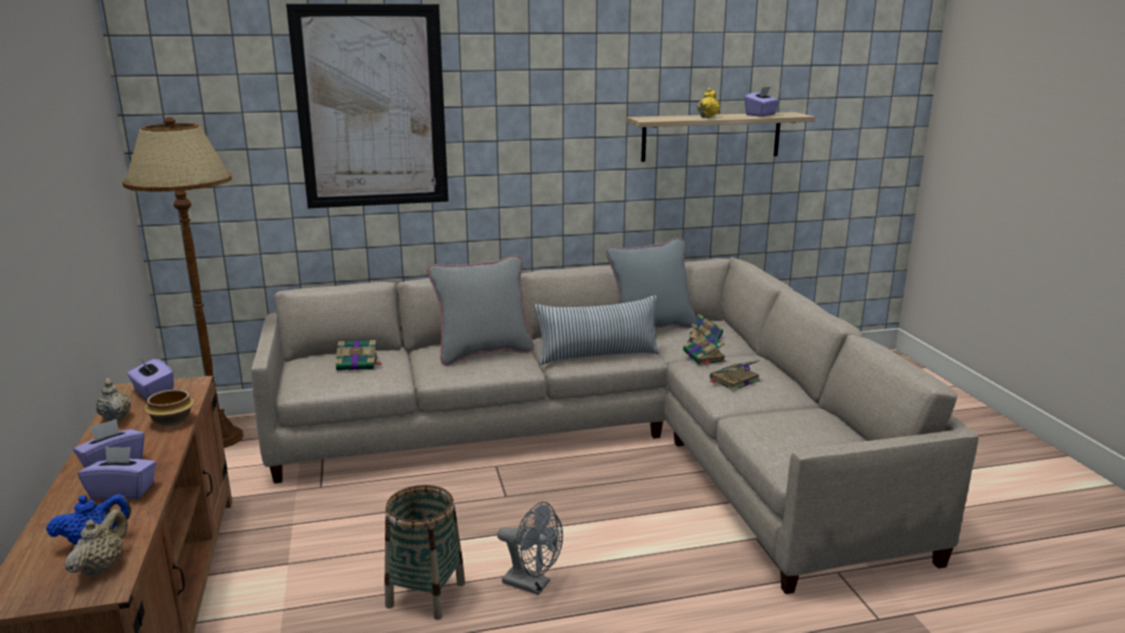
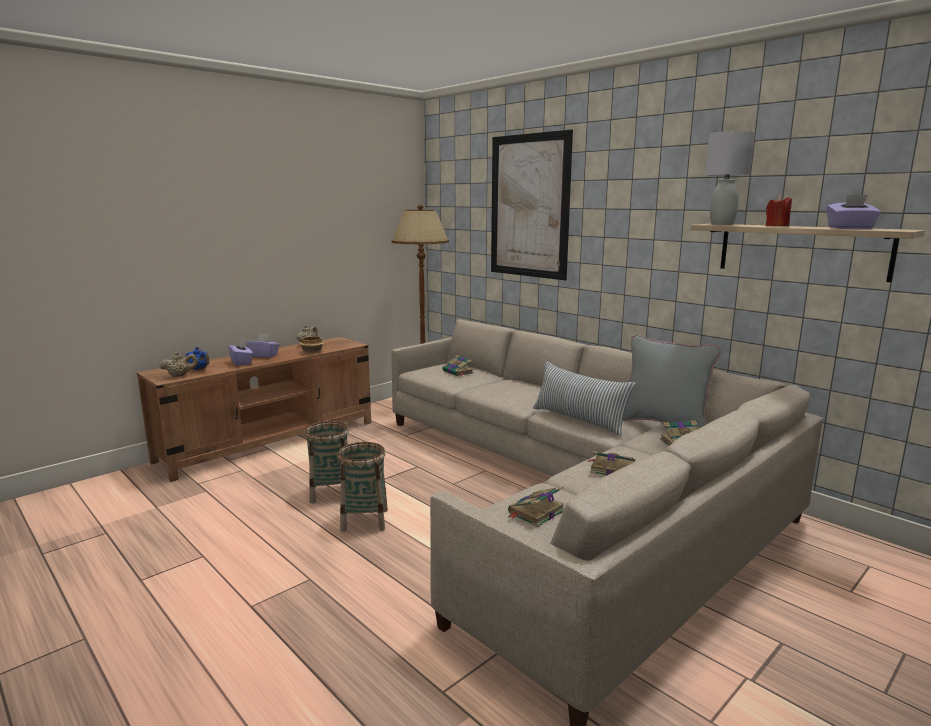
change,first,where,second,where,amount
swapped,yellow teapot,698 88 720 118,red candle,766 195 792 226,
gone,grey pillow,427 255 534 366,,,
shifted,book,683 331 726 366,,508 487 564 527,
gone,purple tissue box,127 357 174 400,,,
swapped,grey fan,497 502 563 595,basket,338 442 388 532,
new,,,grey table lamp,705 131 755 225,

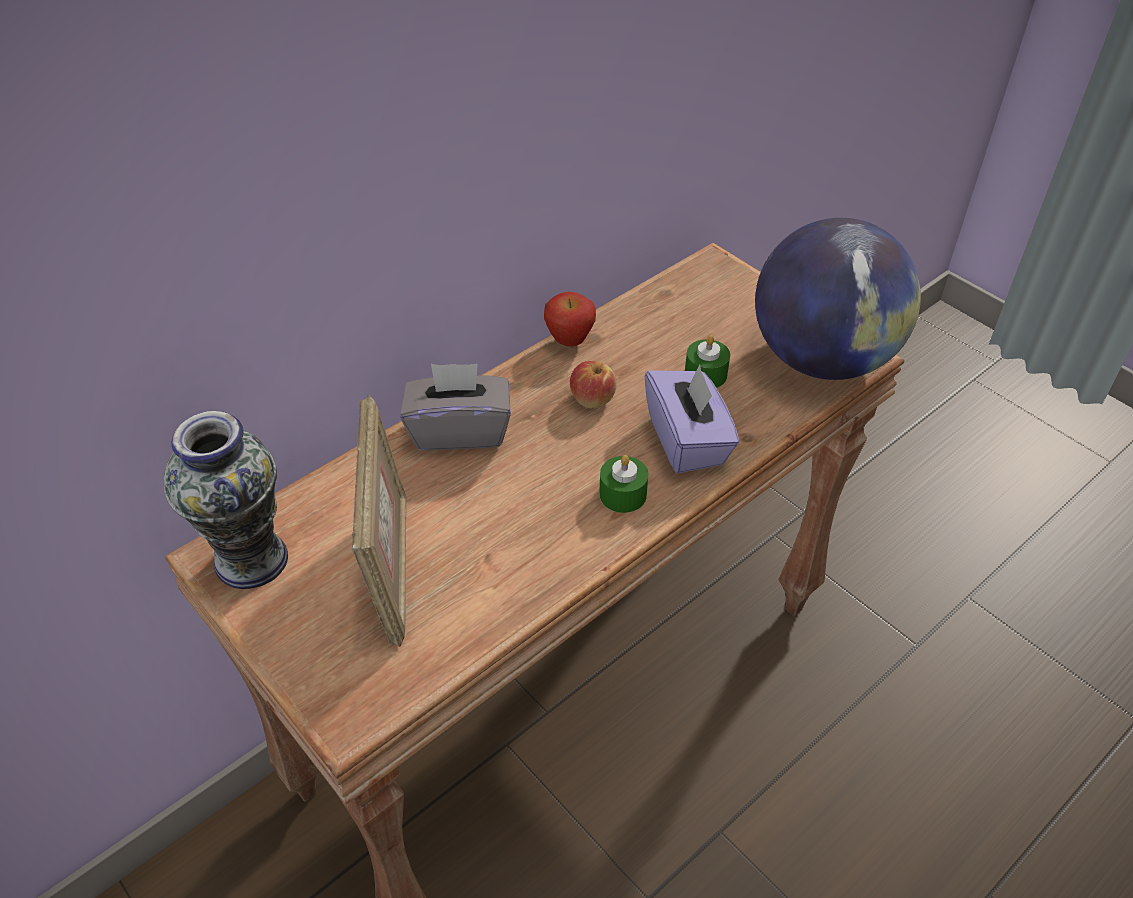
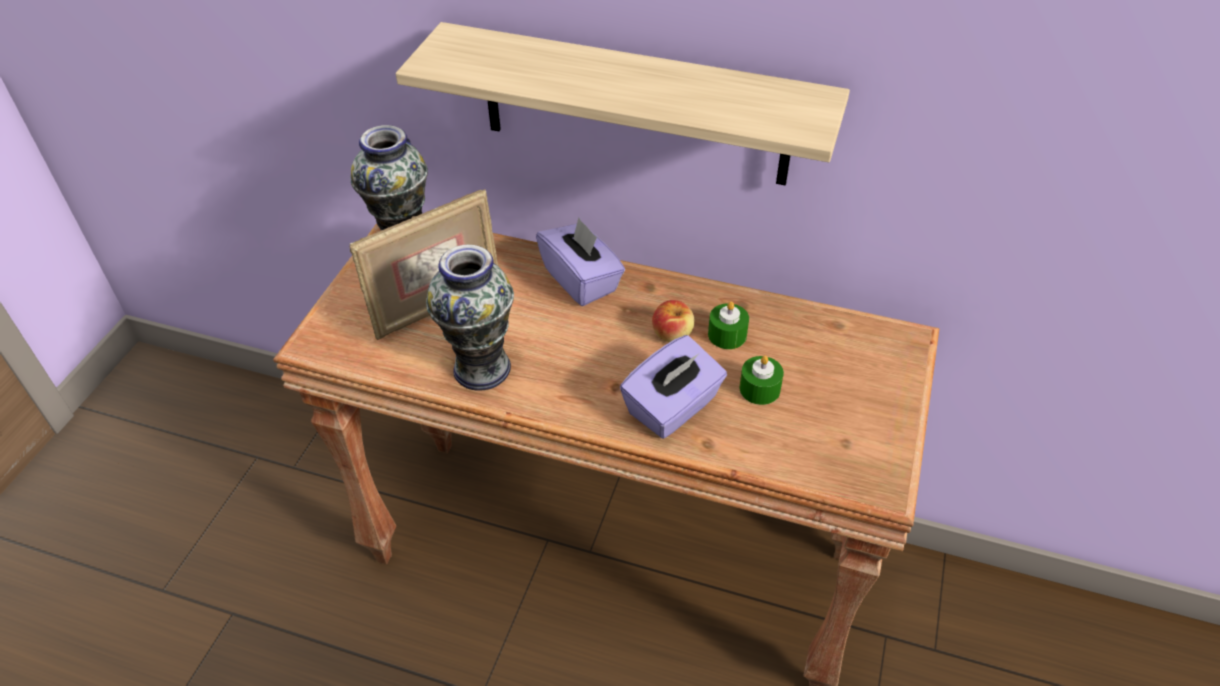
change,first,where,second,where,amount
gone,globe,755 218 921 380,,,
gone,apple,544 292 596 346,,,
repainted,grey tissue box,400 364 511 451,purple tissue box,536 217 625 306,
shifted,green candle,599 455 649 513,,708 301 749 349,
new,,,shelf,396 22 850 186,
new,,,vase,426 245 514 391,

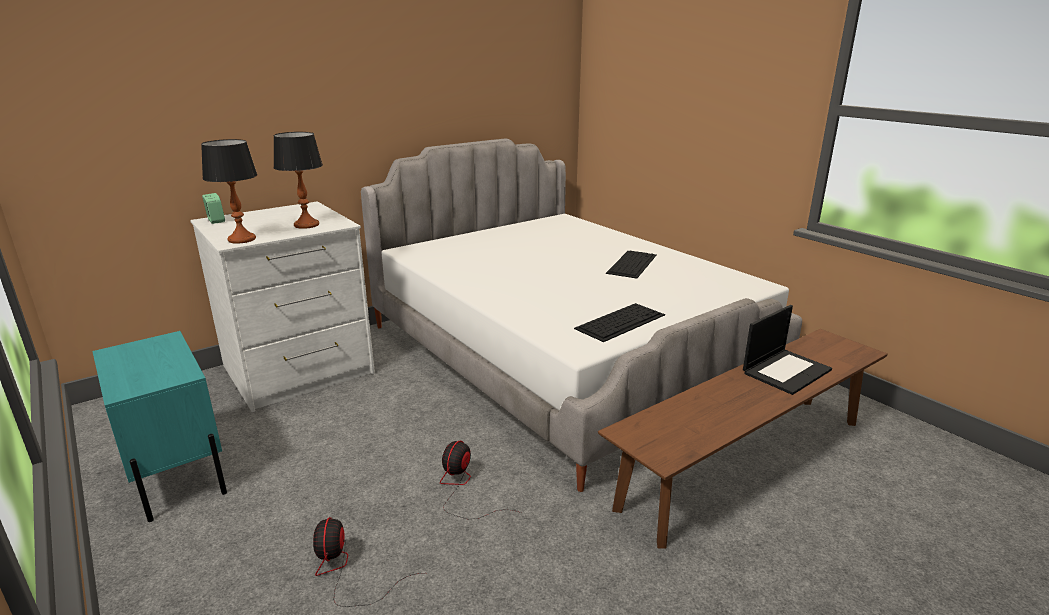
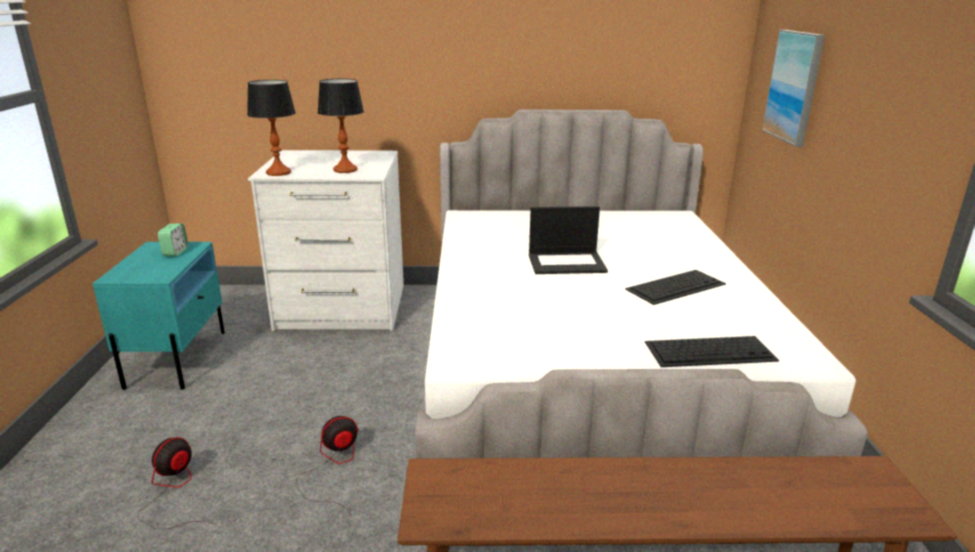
change,first,where,second,where,amount
shifted,alarm clock,202 193 225 224,,158 224 188 256,
shifted,keyboard,574 303 665 342,,645 336 779 367,
shifted,laptop,743 305 832 395,,529 206 608 274,
new,,,picture,762 30 825 147,

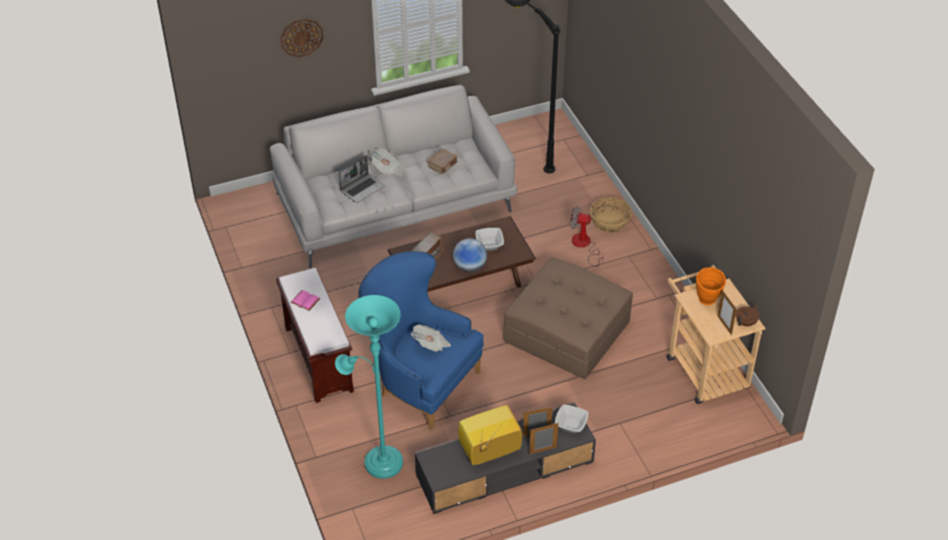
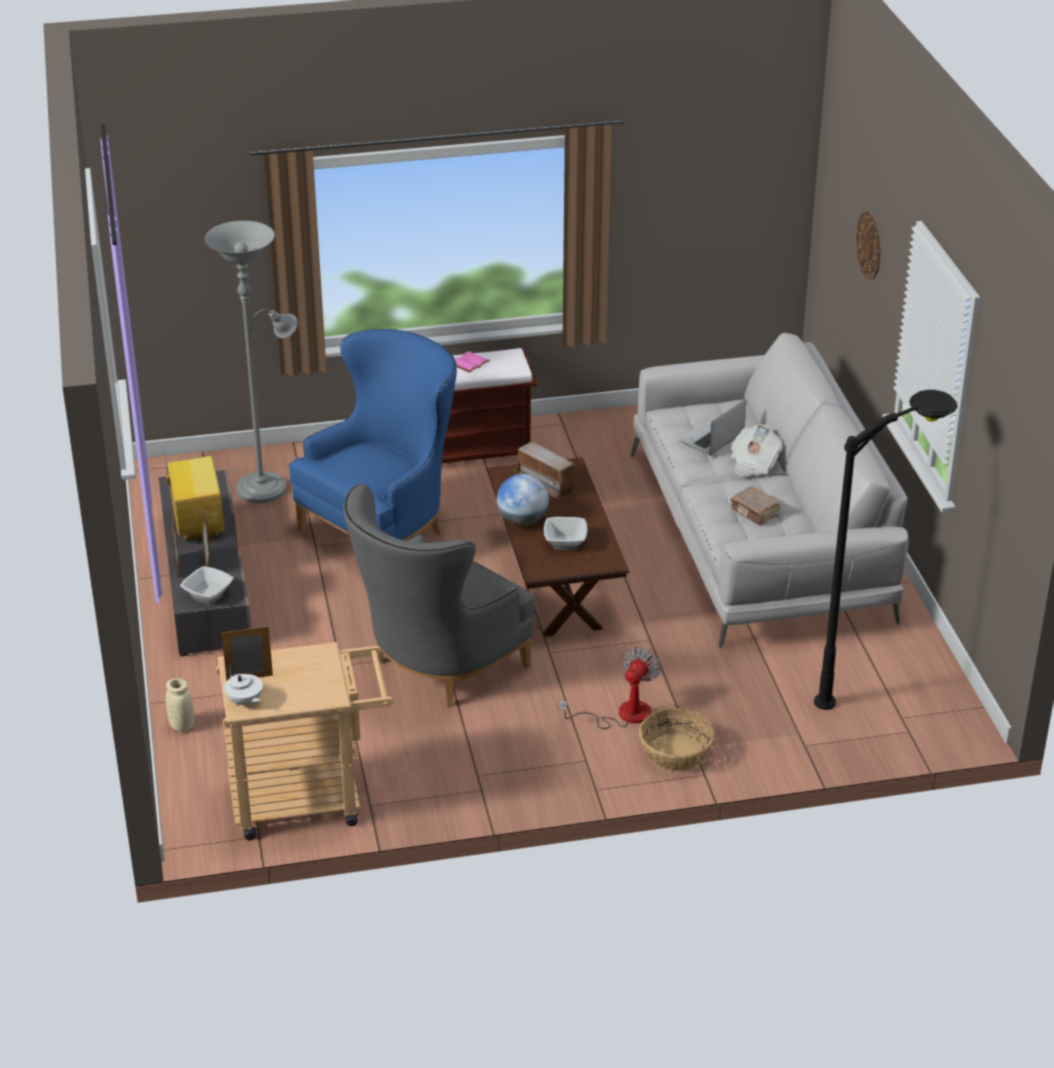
change,first,where,second,where,amount
rotated,laptop,338 155 385 203,,679 400 746 455,75 degrees clockwise
swapped,brown ottoman,504 258 633 379,grey armchair,343 484 535 707,
gone,orange vase,696 267 726 305,,,
repainted,turquoise floor lamp,335 295 403 479,grey floor lamp,205 221 298 504,
repainted,brown teapot,736 305 759 326,white teapot,224 665 263 707,
gone,newspaper,411 324 451 352,,,
new,,,beige vase,166 678 194 732,

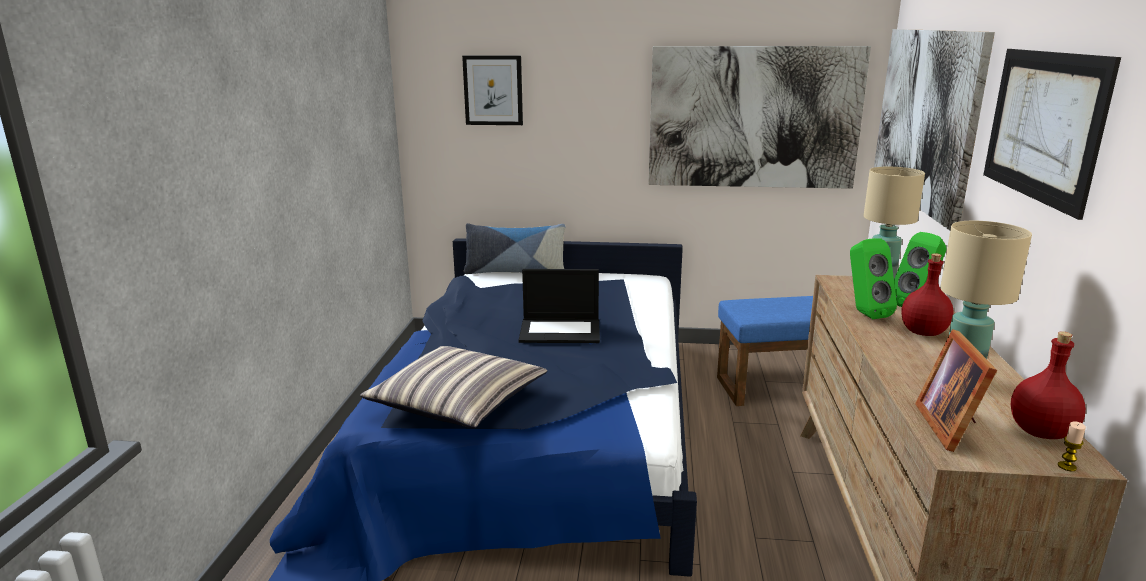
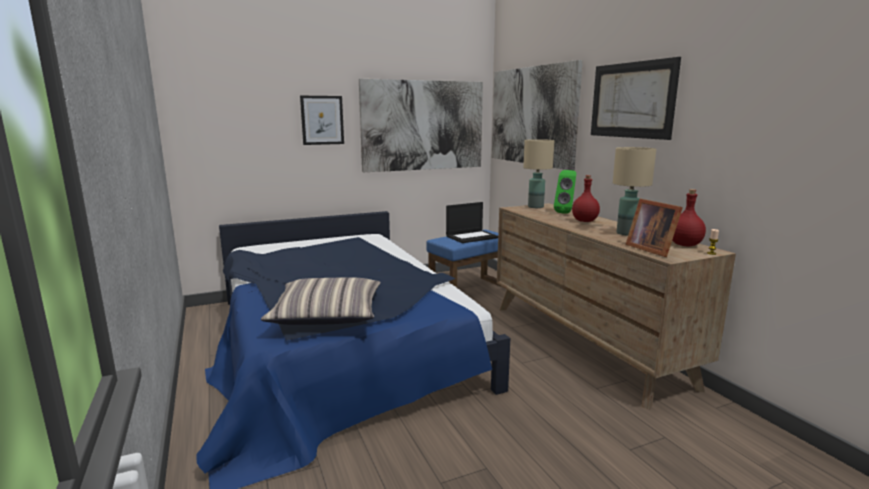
change,first,where,second,where,amount
shifted,picture,462 56 523 125,,300 96 344 145,
gone,pillow,464 223 566 274,,,
gone,green speaker,850 238 897 319,,,
shifted,laptop,518 269 600 343,,446 202 498 243,

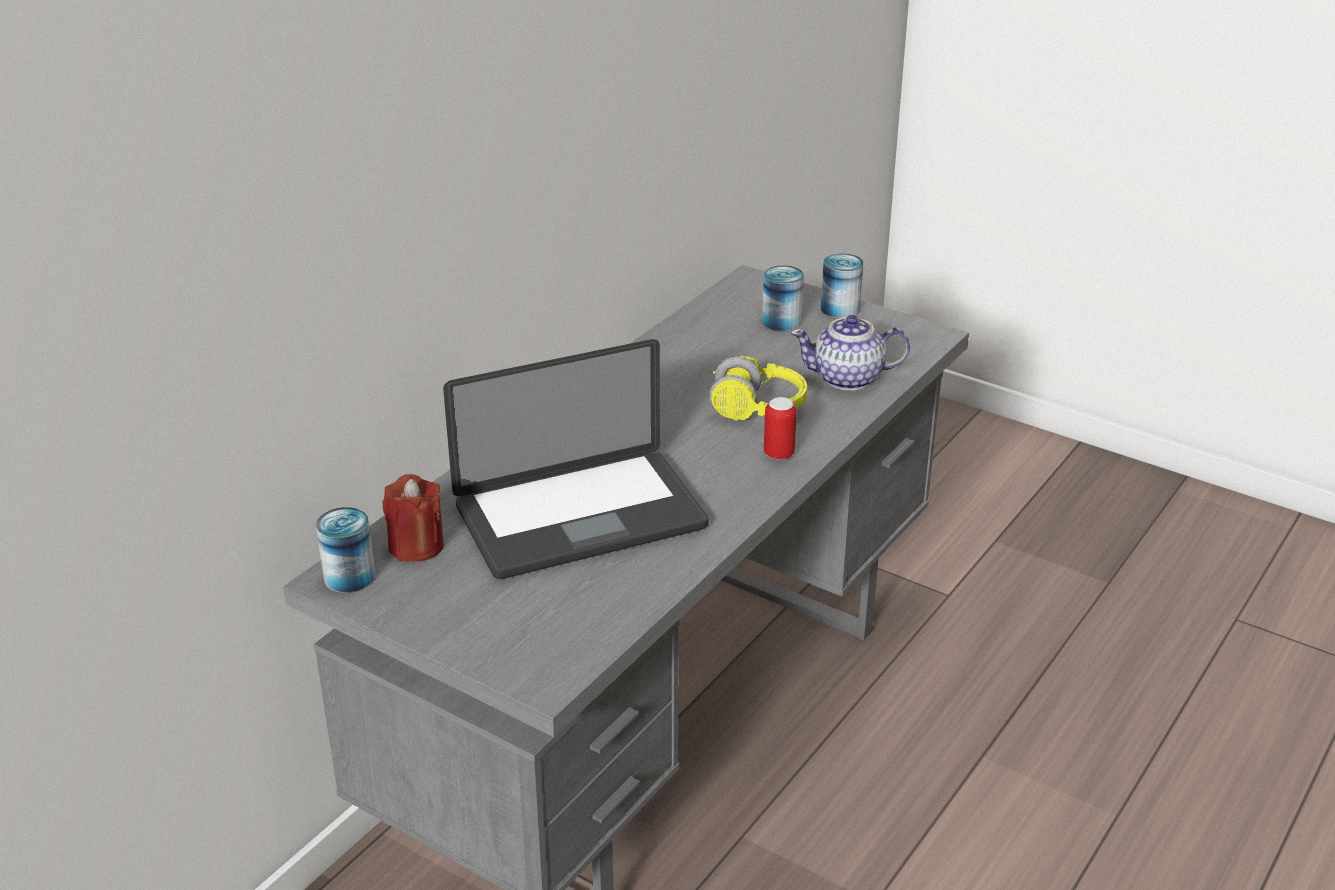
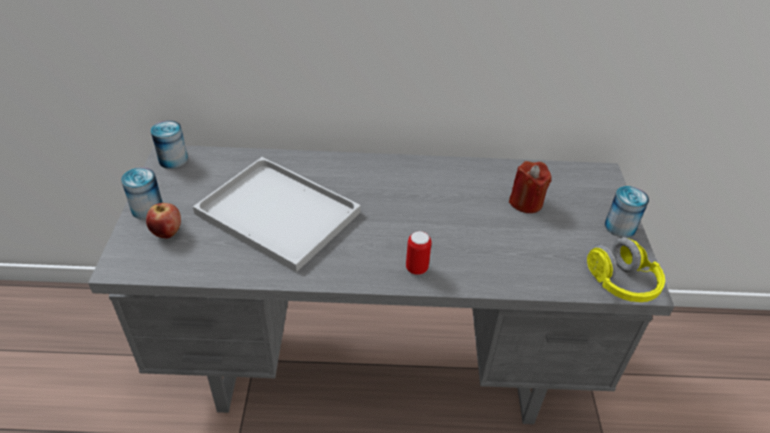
change,first,where,second,where,amount
shifted,can,762 265 804 332,,121 167 163 220,
gone,teapot,791 315 910 391,,,
swapped,laptop,443 339 709 579,white tray,193 157 361 272,
shifted,yellow headphones,709 356 807 421,,587 237 665 302,
shifted,red candle,382 474 444 562,,509 161 551 213,
new,,,apple,146 203 181 239,

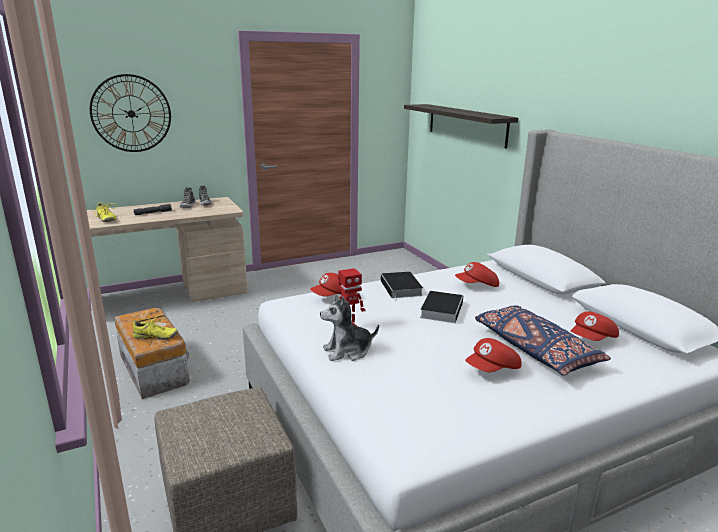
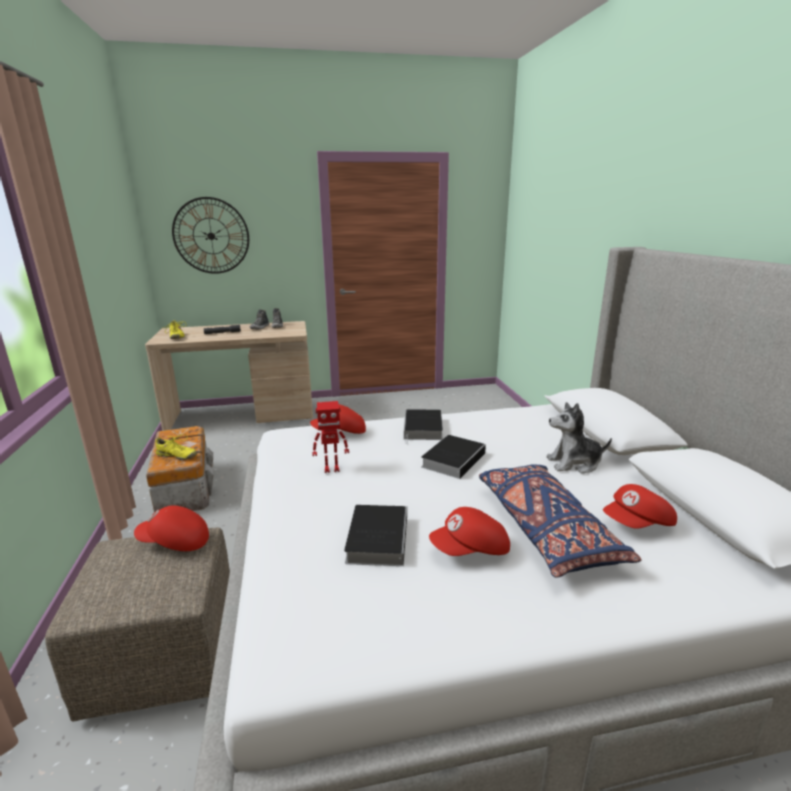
change,first,where,second,where,amount
gone,shelf,404 104 518 149,,,
shifted,red cap,455 262 499 287,,134 506 209 551,
shifted,plush toy,320 295 379 361,,547 402 612 474,
new,,,book,344 505 407 566,

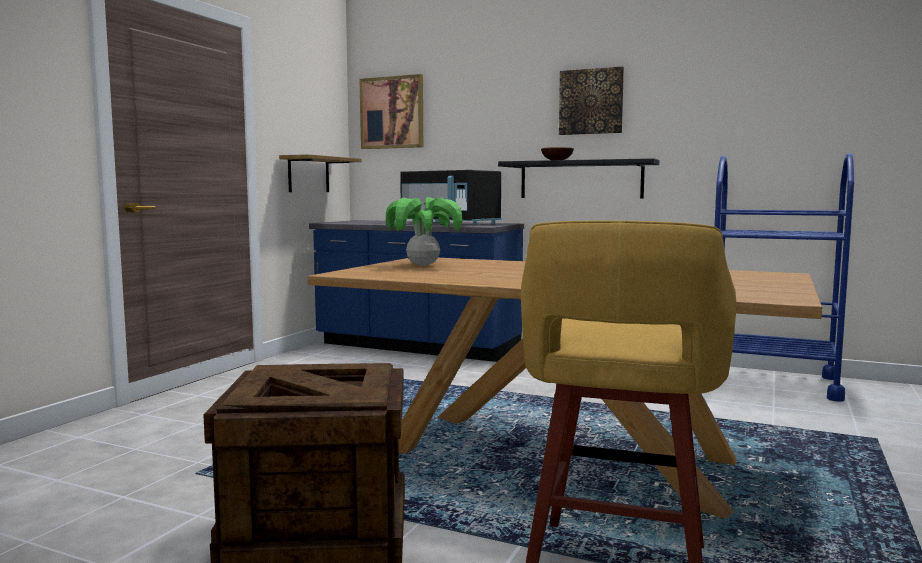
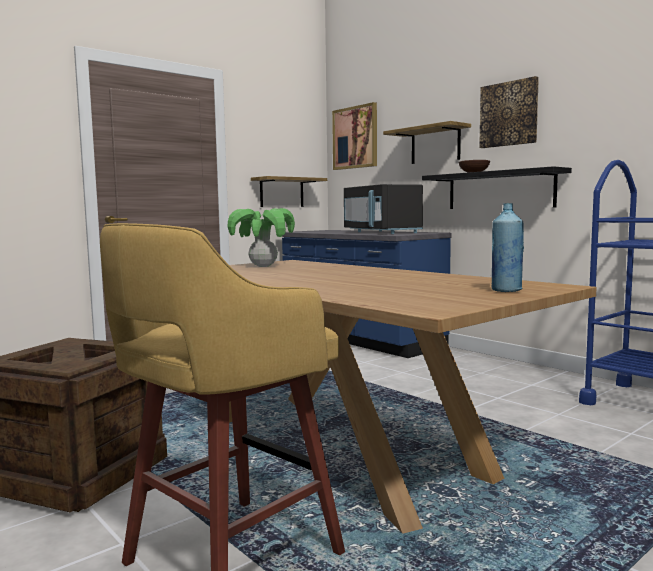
change,first,where,second,where,amount
new,,,shelf,383 121 471 164,
new,,,blue bottle,492 203 524 292,

